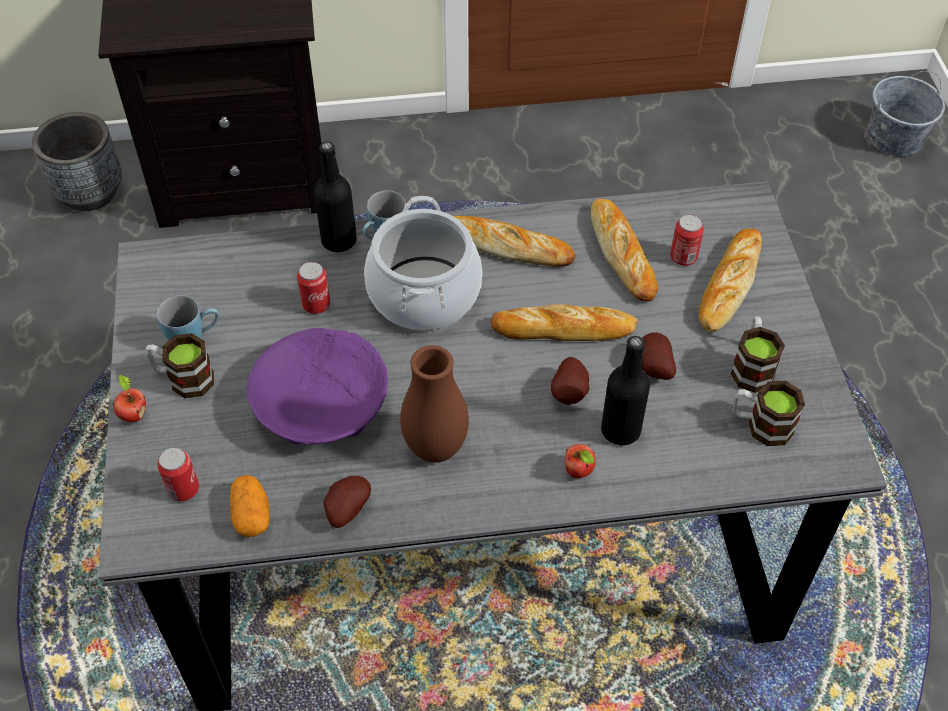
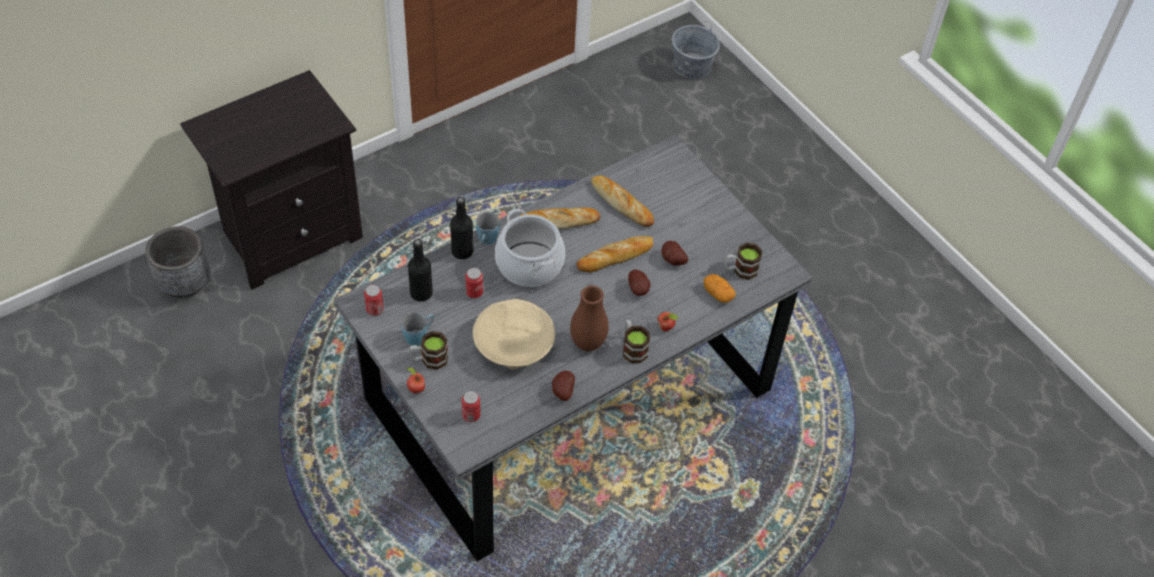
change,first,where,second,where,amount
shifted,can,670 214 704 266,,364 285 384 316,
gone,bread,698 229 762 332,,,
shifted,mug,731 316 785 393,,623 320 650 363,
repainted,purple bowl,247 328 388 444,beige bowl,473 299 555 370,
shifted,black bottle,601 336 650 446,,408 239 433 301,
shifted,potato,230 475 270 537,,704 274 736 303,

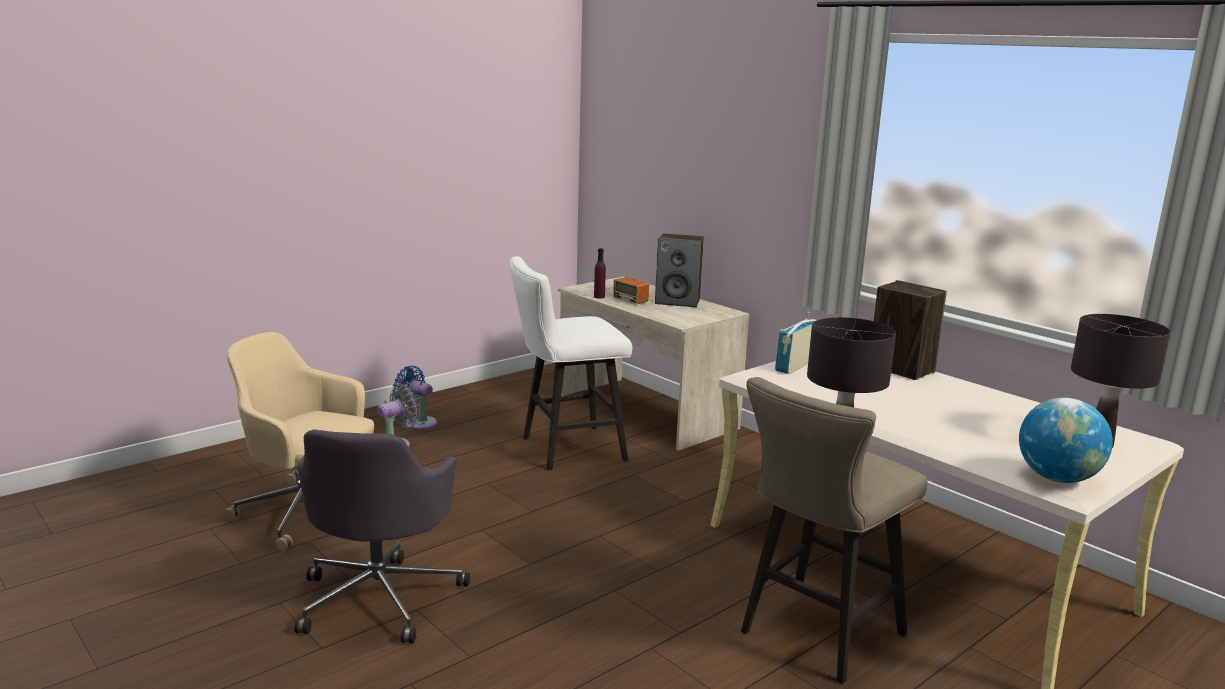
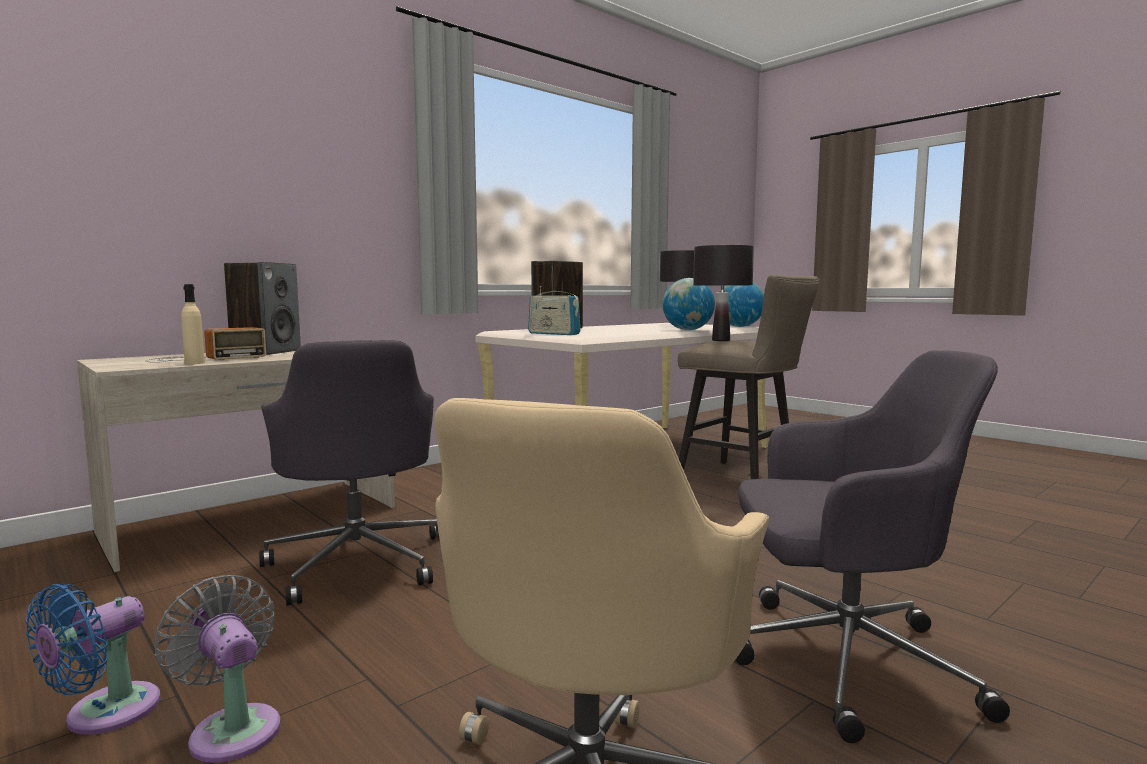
change,first,where,second,where,amount
repainted,purple bottle,594 248 606 299,beige bottle,181 284 205 364,
swapped,white stool,510 256 632 470,grey office chair,259 340 439 606,
new,,,globe,663 278 715 330,

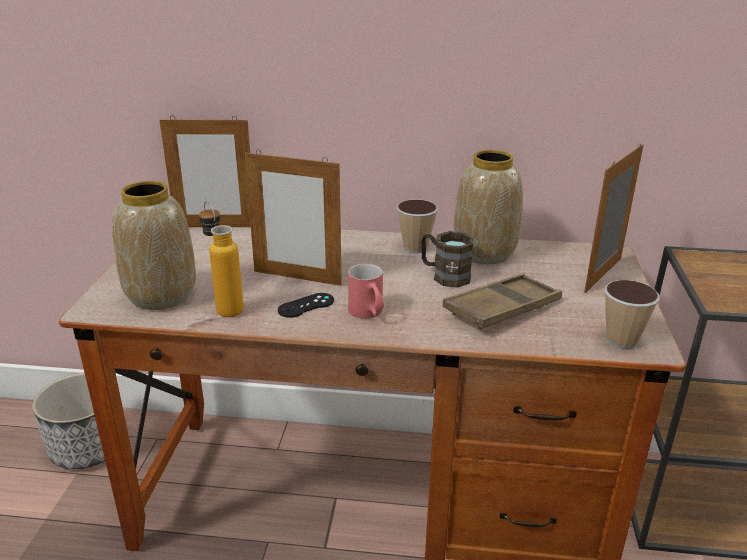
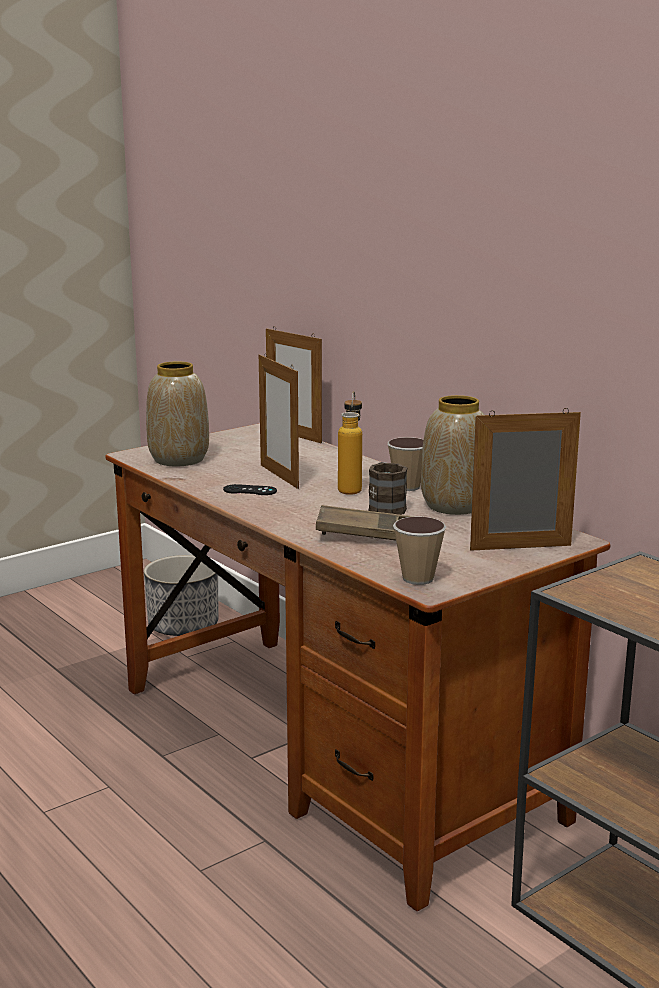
change,first,where,second,where,amount
shifted,bottle,199 201 244 317,,338 391 362 495,
gone,red mug,348 264 384 319,,,

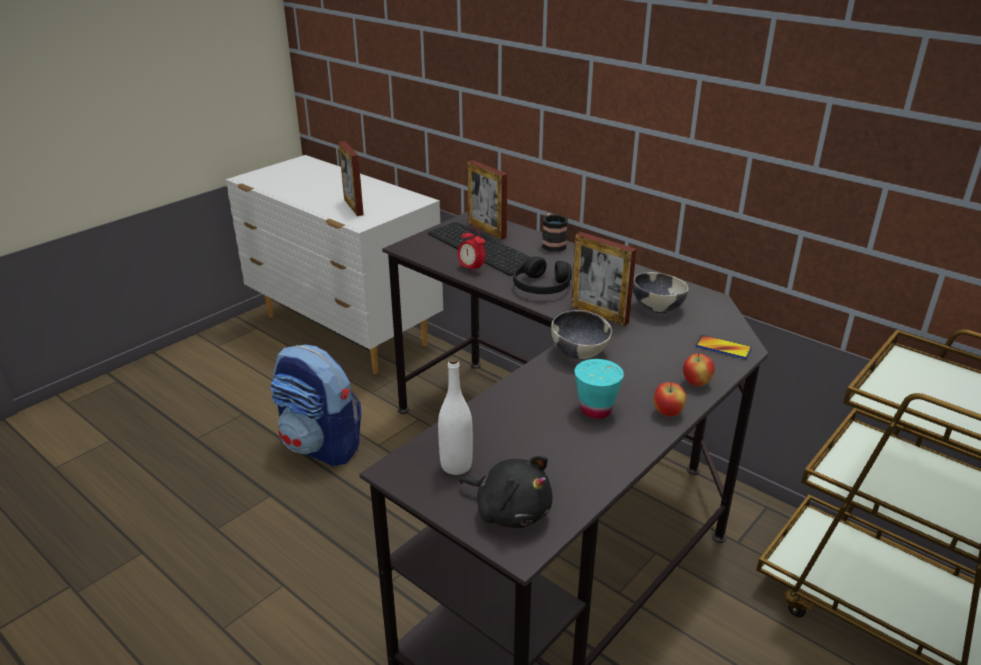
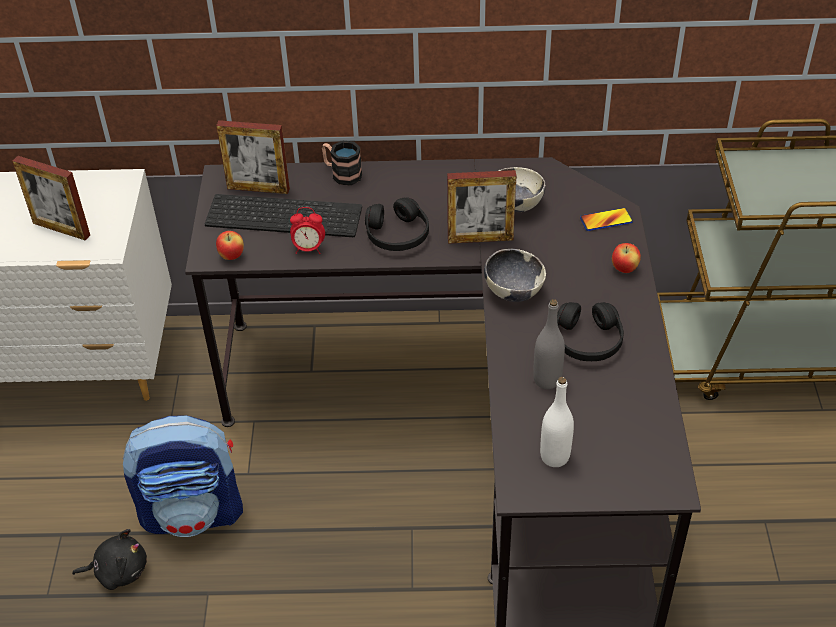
change,first,where,second,where,amount
swapped,turquoise cup,575 359 624 419,black headphones,557 302 624 361,
shifted,apple,654 382 686 417,,216 231 244 260,
shifted,black plush toy,459 456 553 528,,72 529 147 590,
new,,,grey bottle,533 299 565 389,

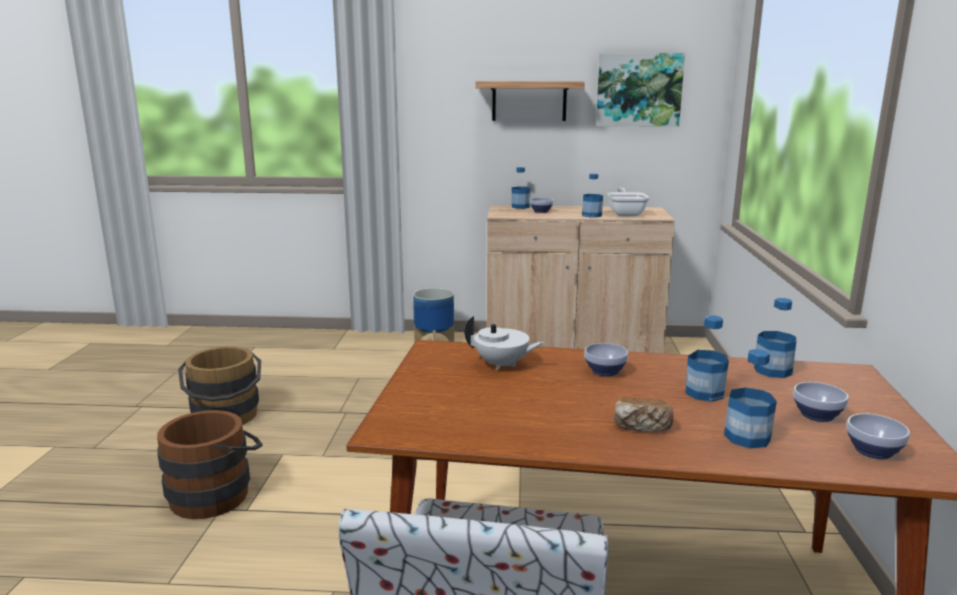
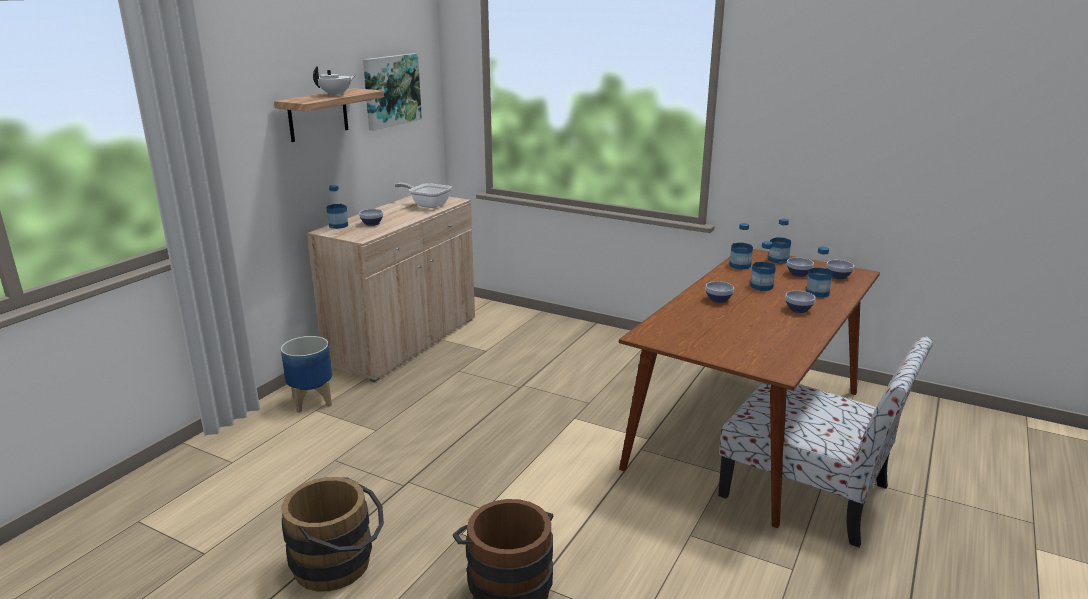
change,first,where,second,where,amount
shifted,bottle,582 173 603 217,,768 218 791 264,
shifted,white teapot,464 316 545 370,,313 66 356 96,
swapped,bread,614 397 674 432,bowl,785 291 816 313,

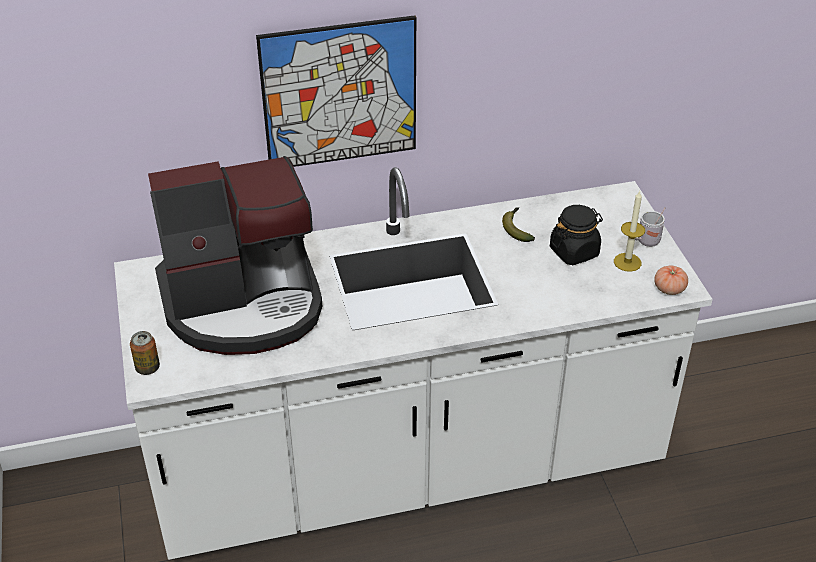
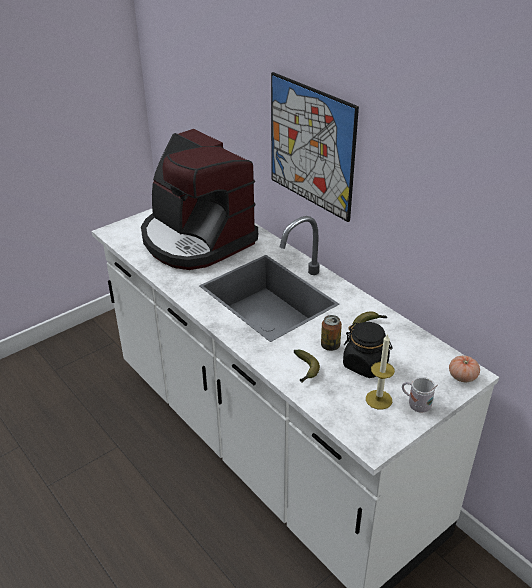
change,first,where,second,where,amount
shifted,tomato,654 265 688 295,,449 356 480 382,
shifted,can,130 331 160 375,,321 315 342 351,
new,,,banana,294 350 320 383,

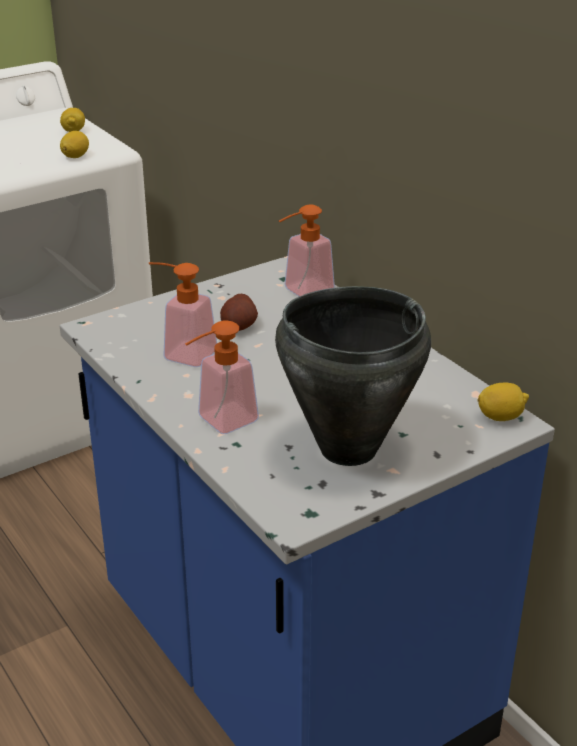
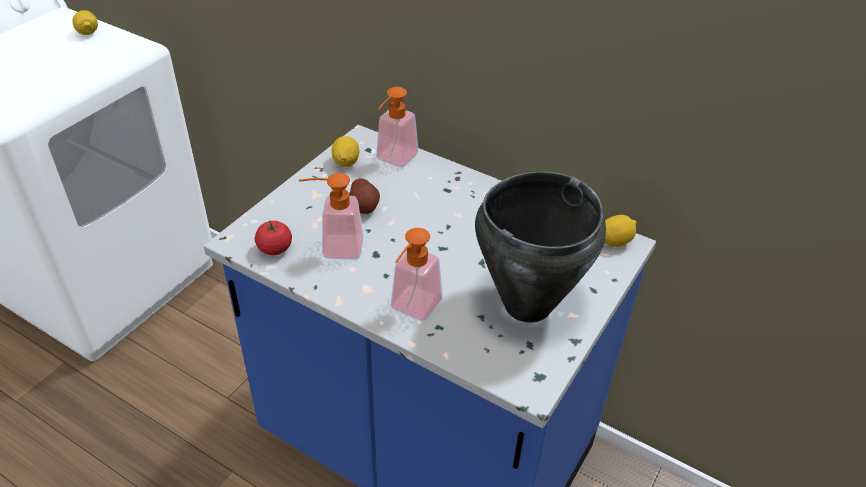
change,first,where,second,where,amount
shifted,lemon,60 131 89 158,,332 136 359 167,
new,,,tomato,255 221 292 255,

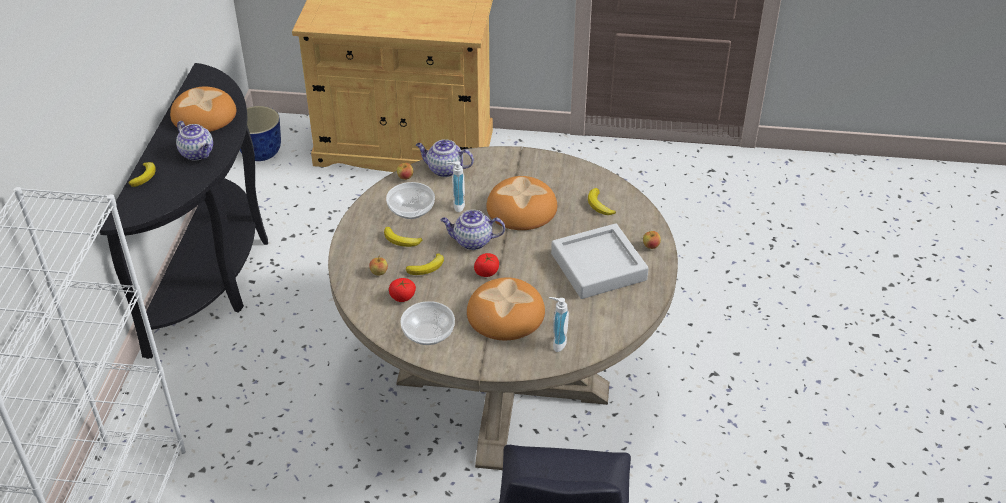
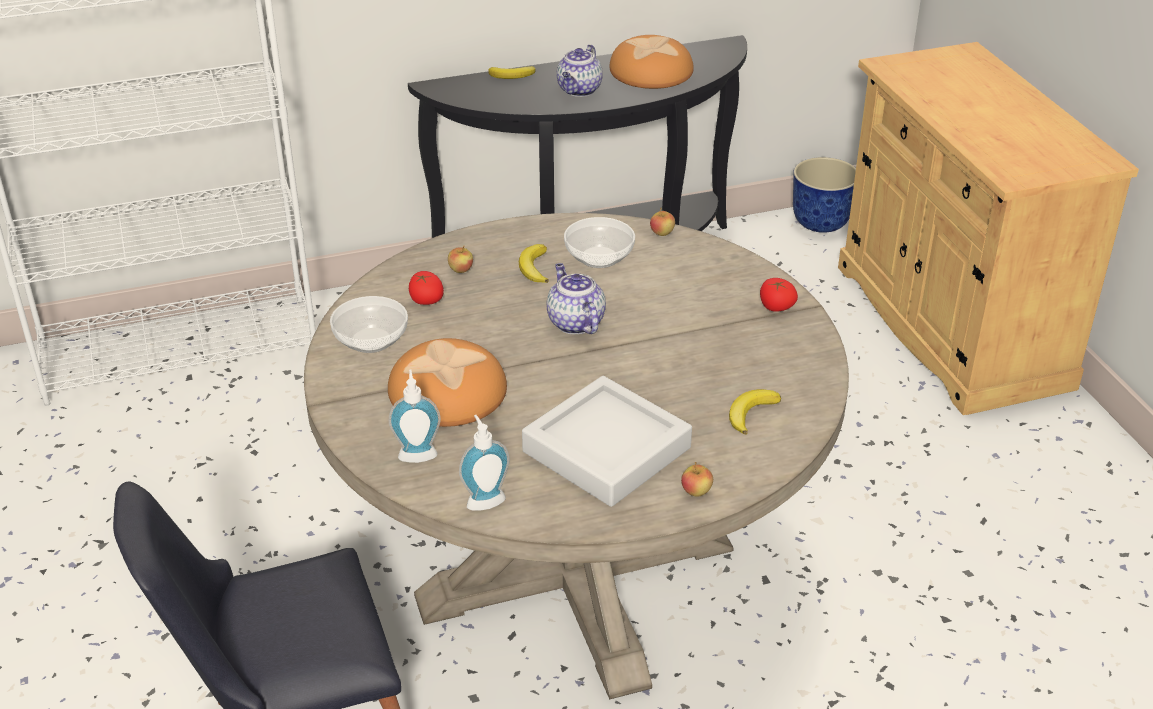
change,first,where,second,where,amount
gone,teapot,416 139 474 177,,,
shifted,soap dispenser,446 161 465 212,,459 415 510 511,
gone,bread,487 176 557 230,,,
gone,banana,406 253 444 275,,,
shifted,tomato,474 253 499 277,,760 278 798 312,

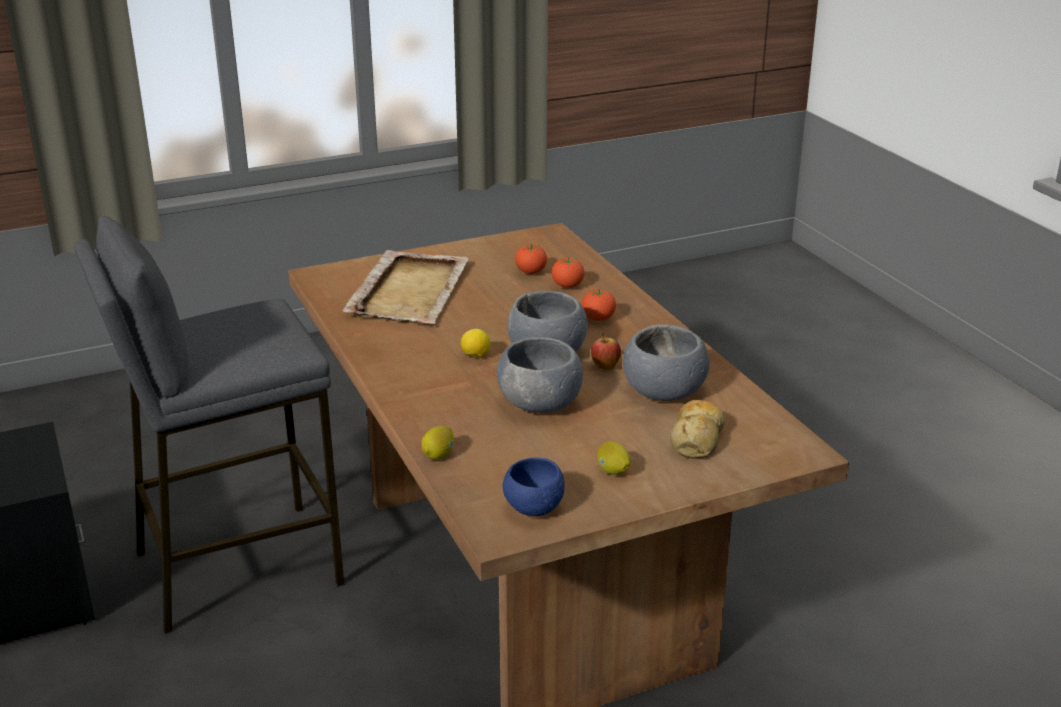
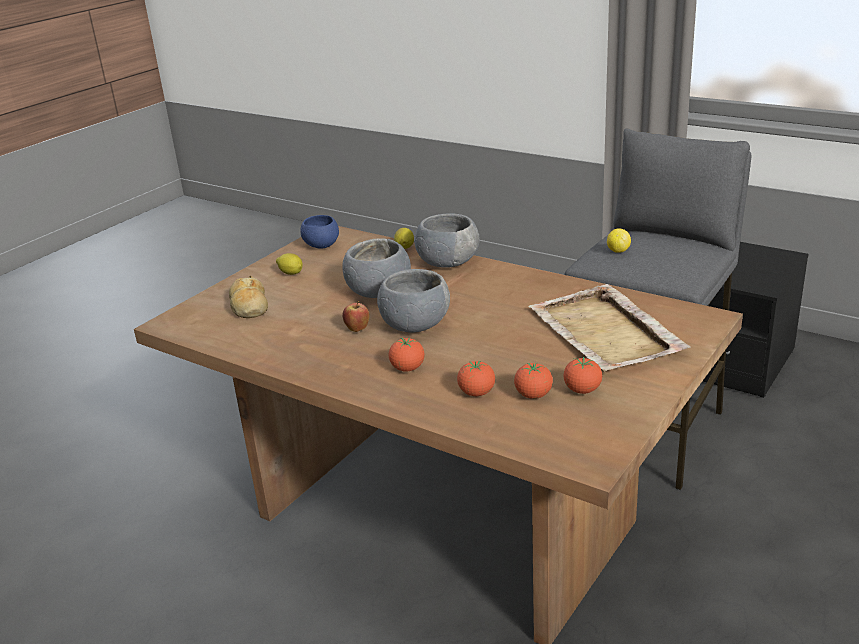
change,first,where,second,where,amount
shifted,grey bowl,623 324 710 401,,414 213 479 268,
shifted,lemon,461 329 490 357,,607 228 631 253,
new,,,tomato,563 357 602 394,

